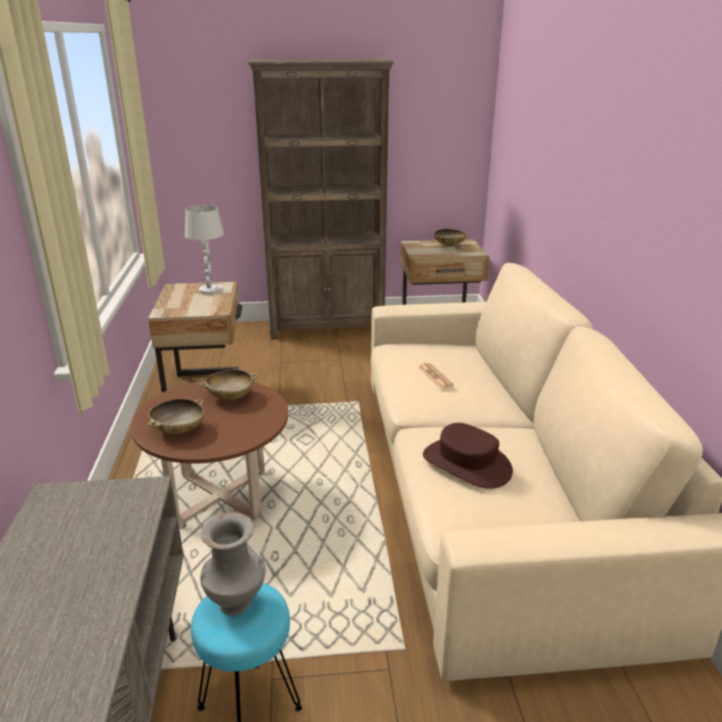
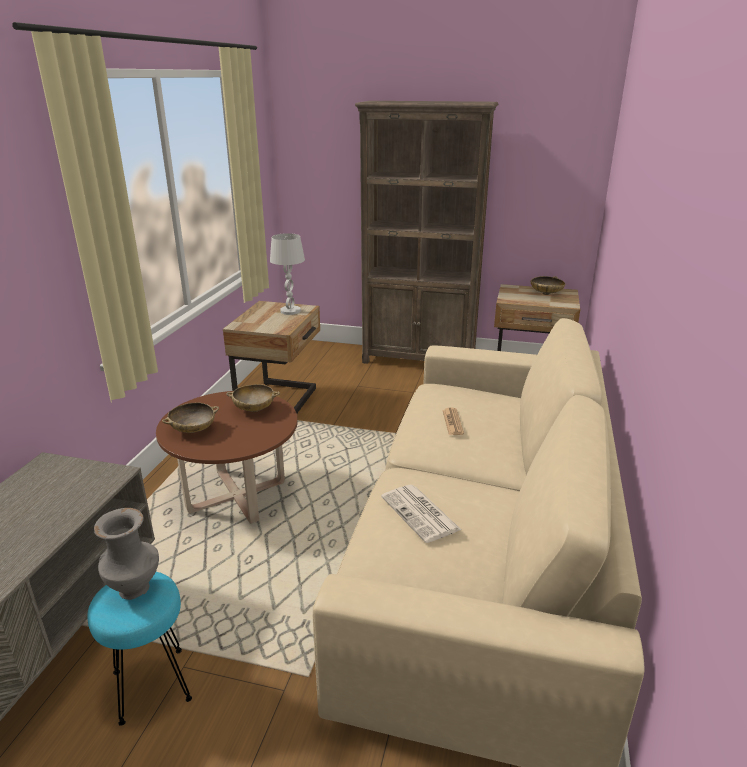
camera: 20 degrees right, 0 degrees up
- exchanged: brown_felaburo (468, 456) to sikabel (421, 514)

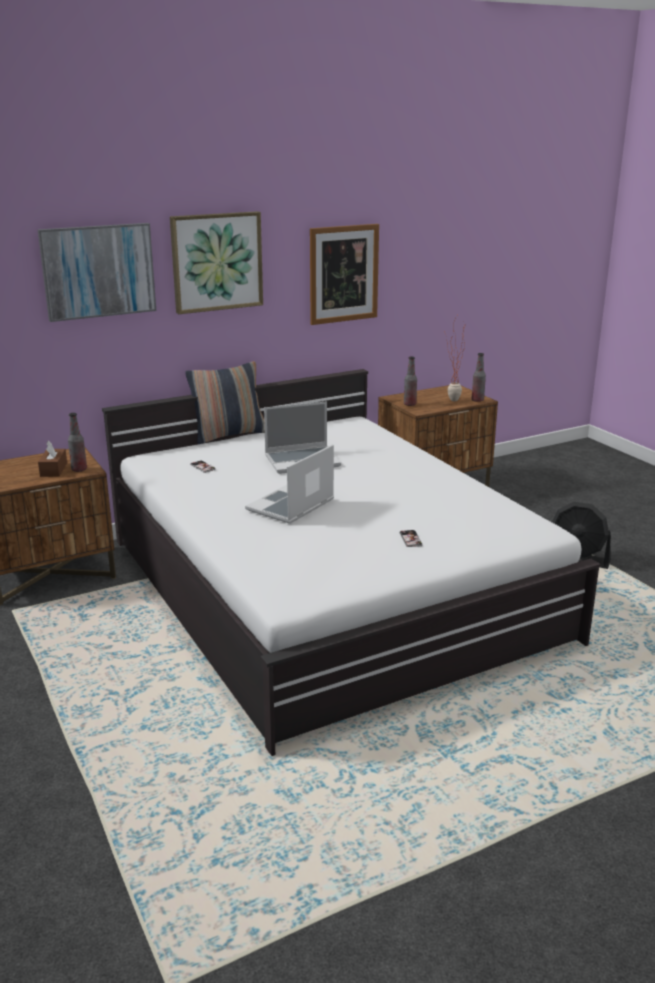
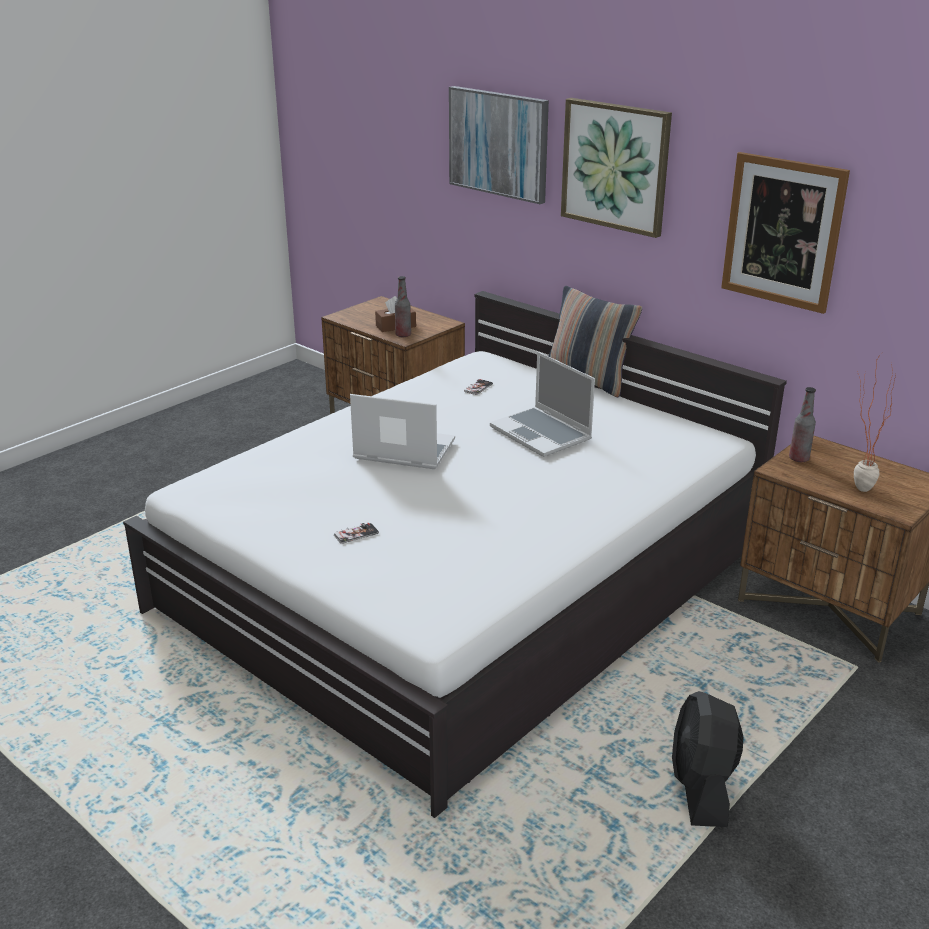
camera: 70 degrees right, 5 degrees up
- missing: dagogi (479, 377)

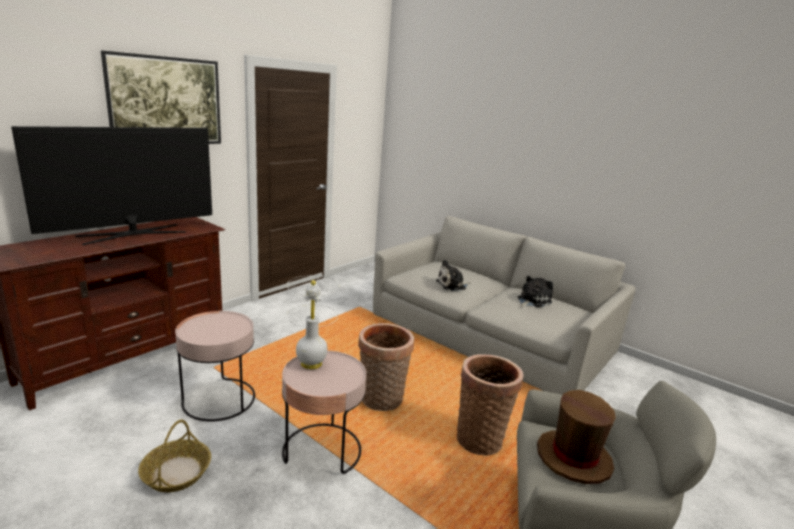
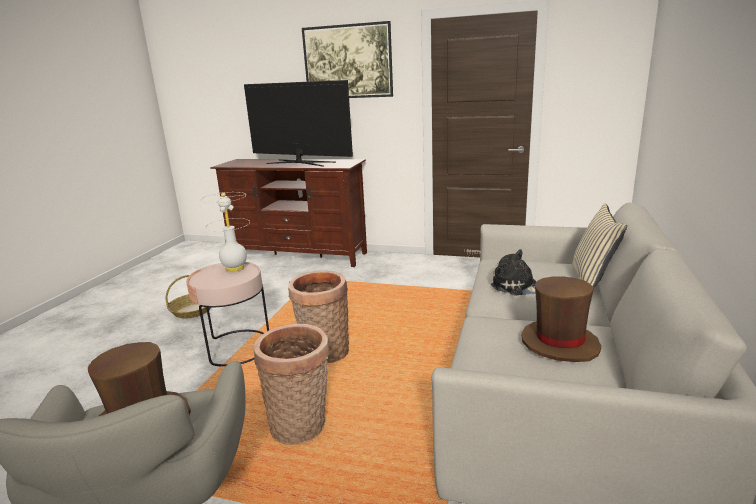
camera: 70 degrees right, 0 degrees up
- exchanged: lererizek (535, 291) to brown_felaburo (561, 319)
- appeared: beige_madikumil (599, 246)
- missing: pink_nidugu (215, 366)

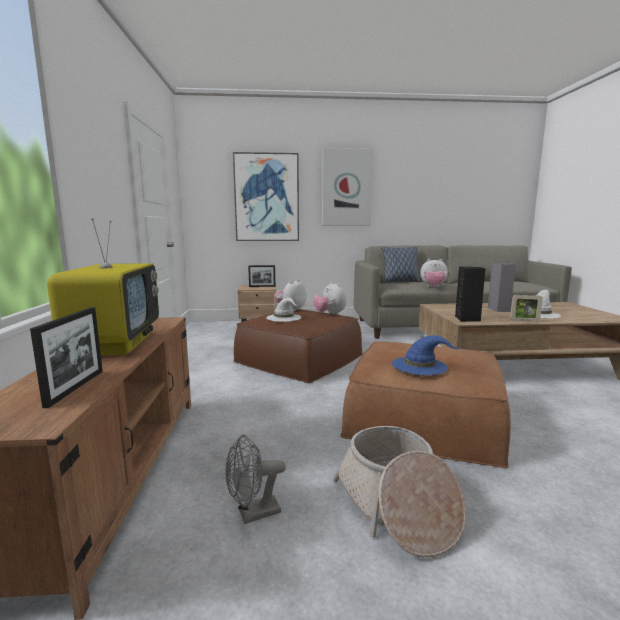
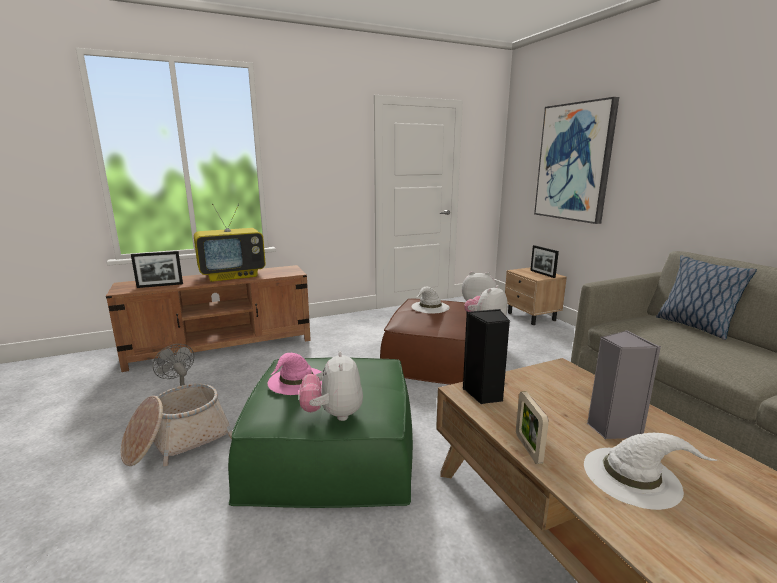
camera: 70 degrees right, 5 degrees up
- colour: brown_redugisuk (425, 404) to green_redugisuk (320, 432)
- colour: blue_felaburo (426, 355) to pink_felaburo (295, 374)
- relocated: lererizek (434, 273) to (331, 386)
- missing: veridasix (347, 187)

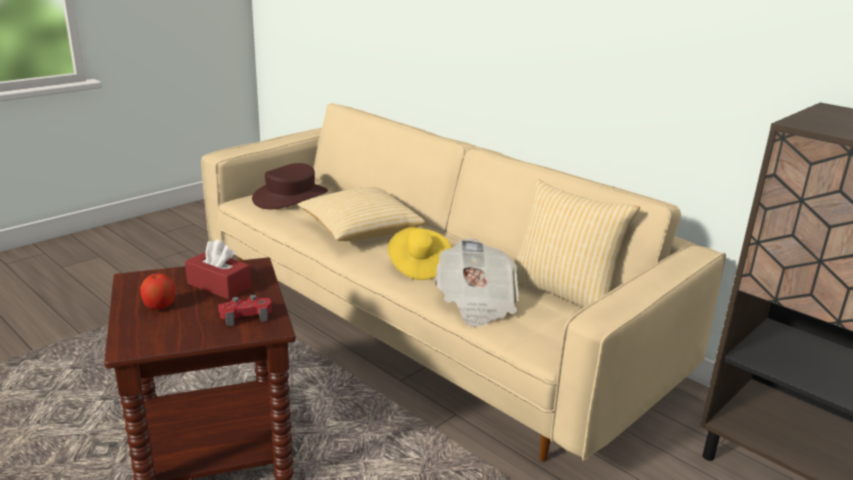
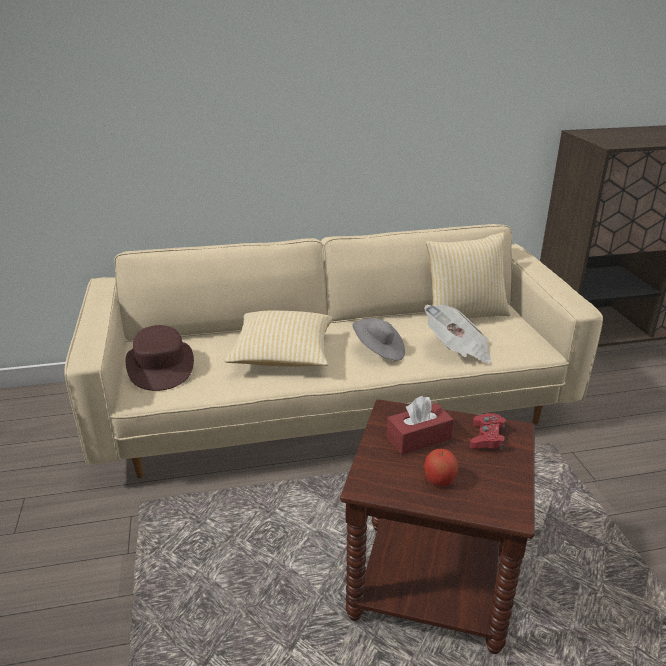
camera: 55 degrees left, 5 degrees up
- colour: yellow_felaburo (420, 253) to grey_felaburo (378, 339)

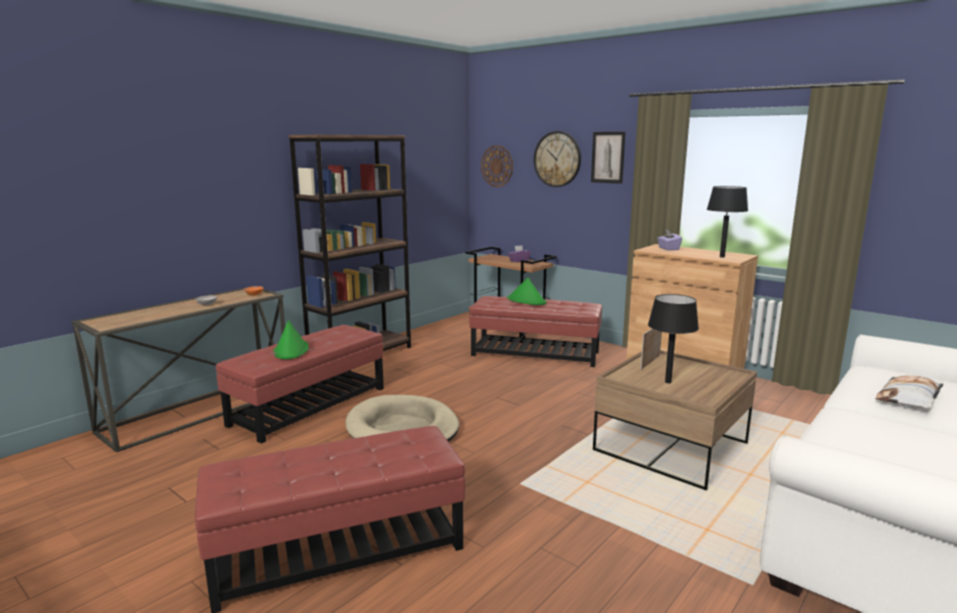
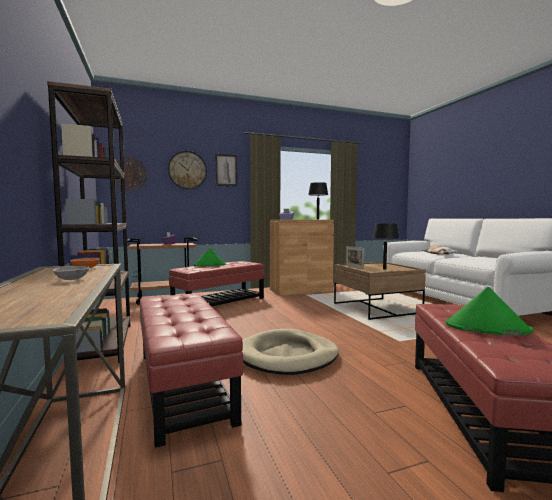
camera: 60 degrees left, 10 degrees down
- relocated: green_felaburo (291, 339) to (489, 311)

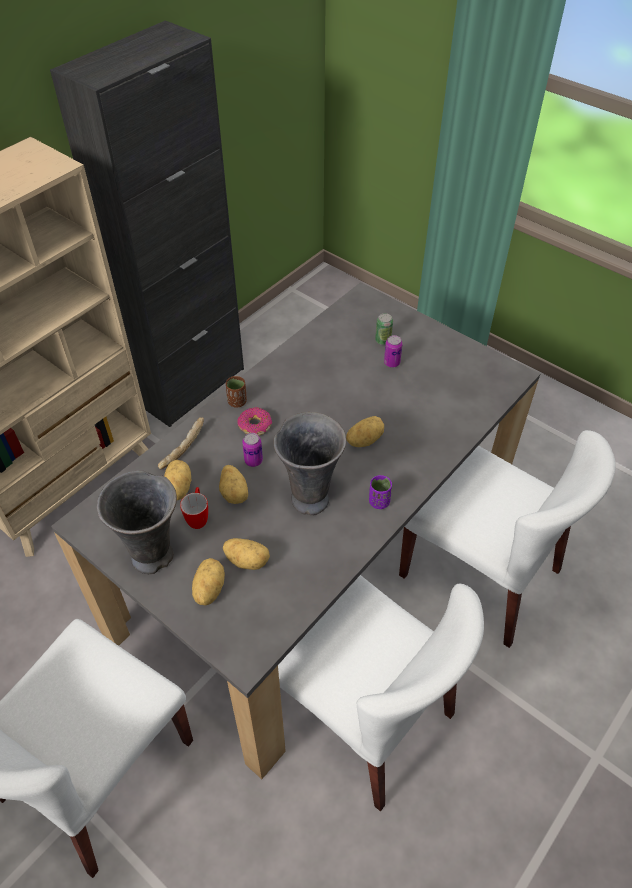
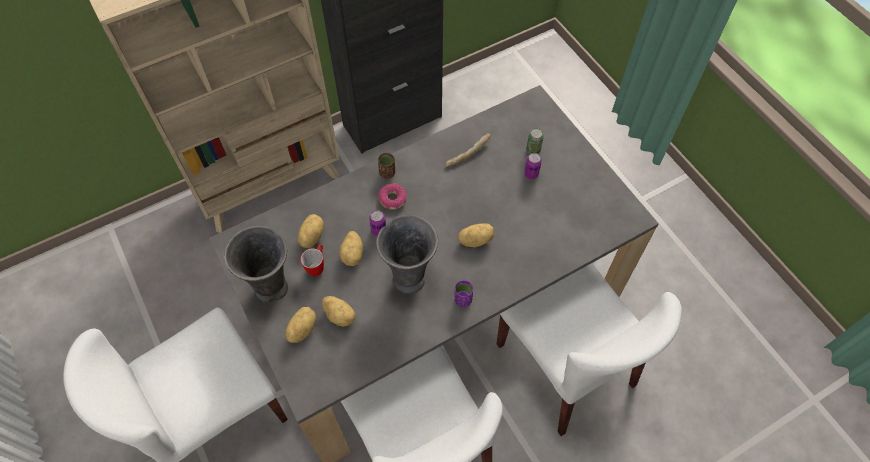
camera: 20 degrees right, 10 degrees up
- relocated: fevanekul (181, 443) to (468, 150)

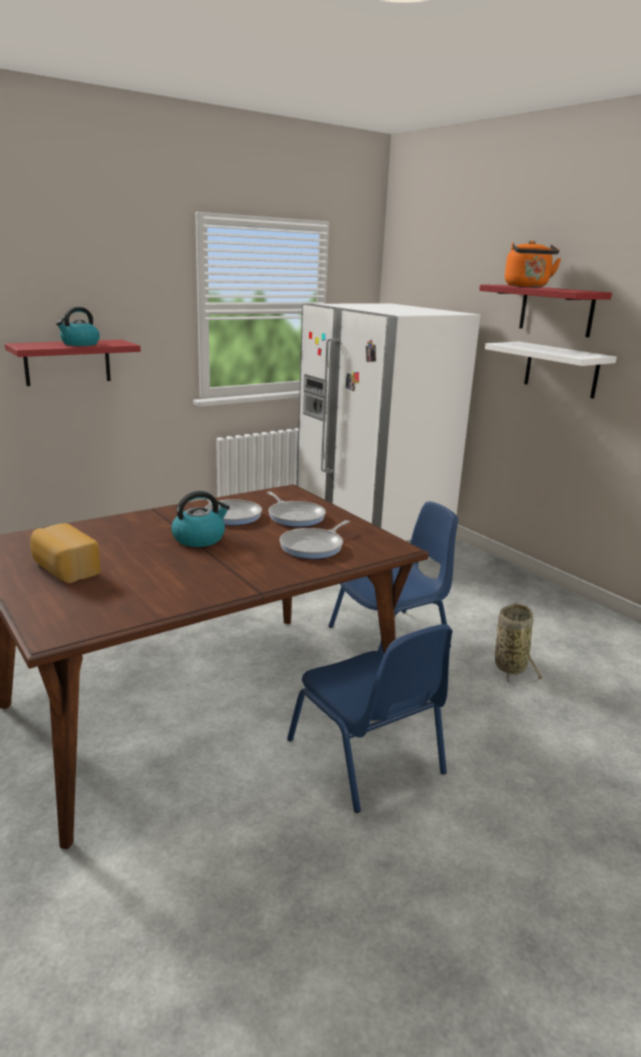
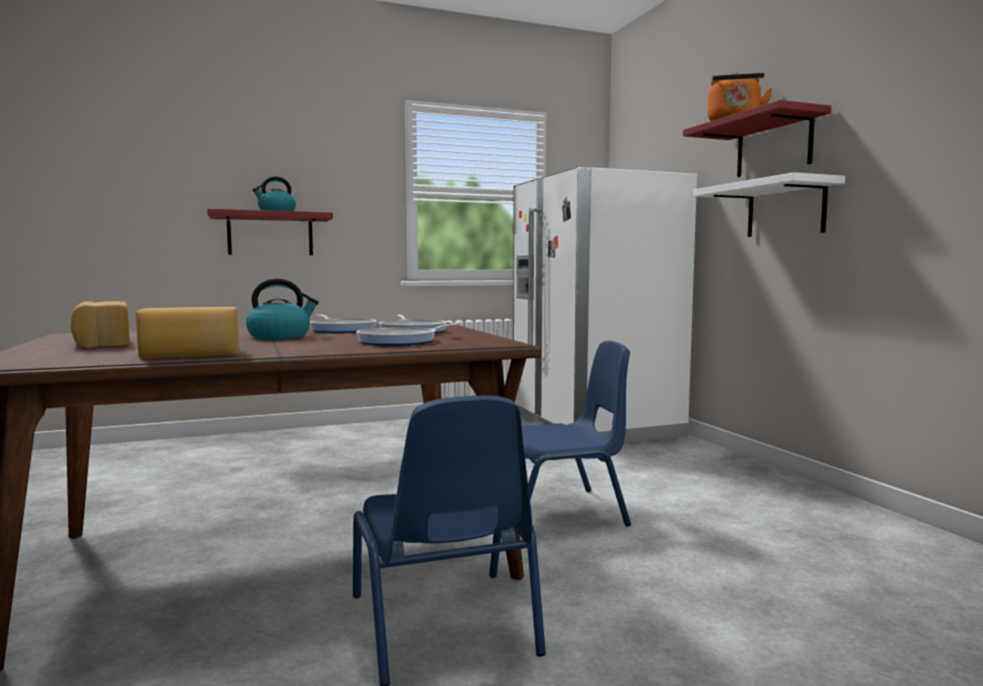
camera: 15 degrees right, 15 degrees down
- appeared: fevanekul (187, 332)
- missing: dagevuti (519, 644)

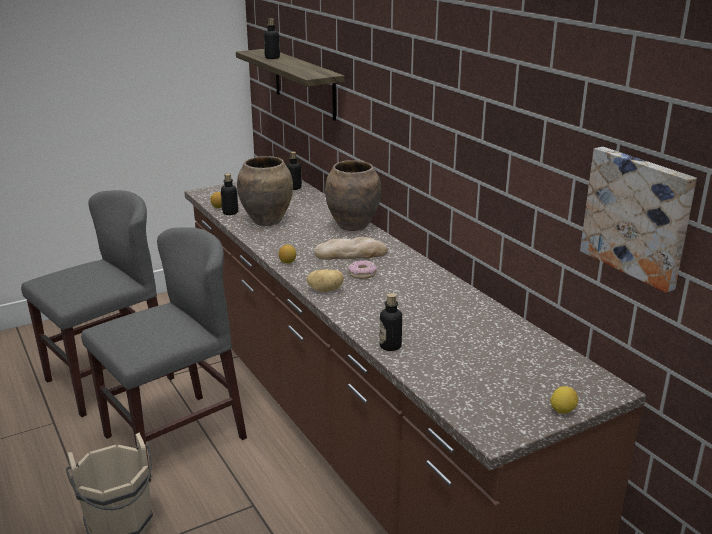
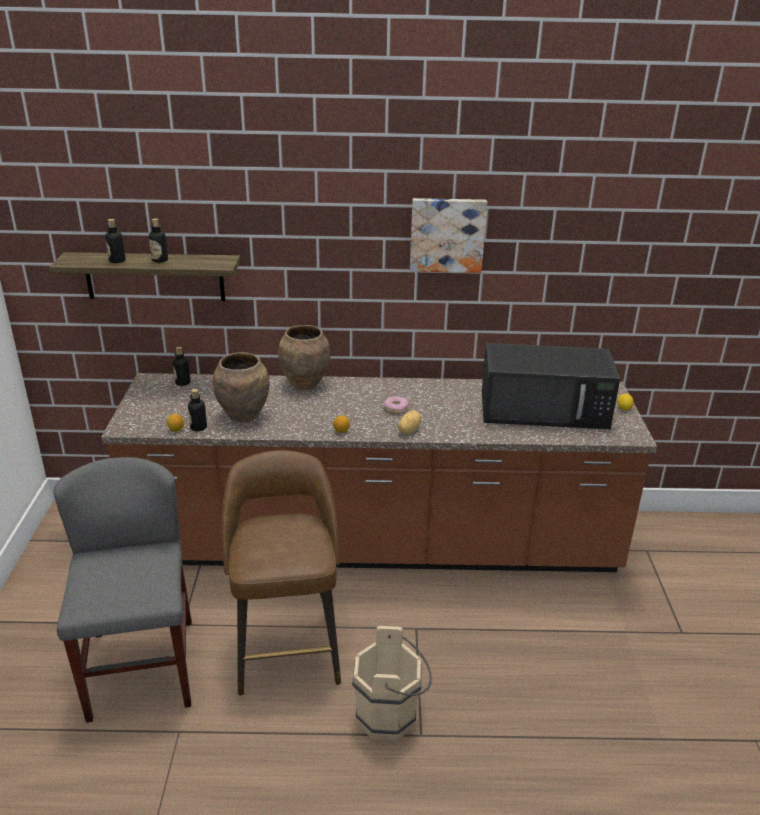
camera: 60 degrees left, 5 degrees up
- relocated: dagogi (390, 322) to (158, 240)
- exchanged: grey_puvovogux (164, 354) to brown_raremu (281, 572)
- relocated: veridasix (638, 220) to (448, 235)
- appeared: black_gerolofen (551, 386)
- missing: fevanekul (351, 248)

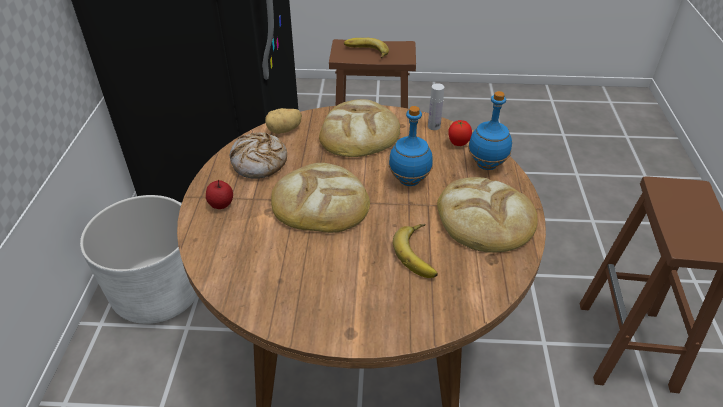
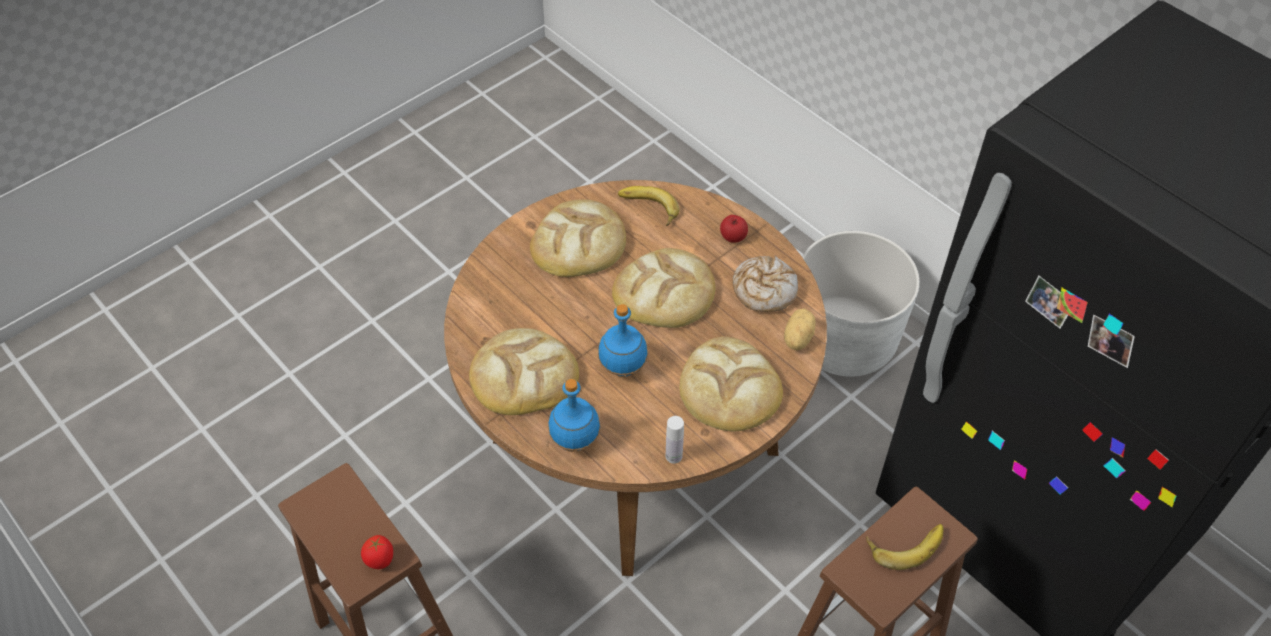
camera: 135 degrees right, 10 degrees up
- relocated: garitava (460, 133) to (377, 552)
- appeared: fevanekul (578, 238)
- relocated: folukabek (415, 251) to (649, 206)

